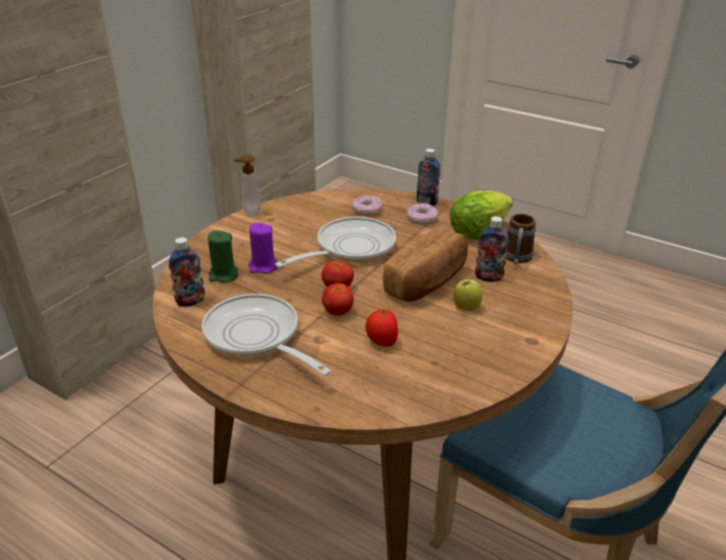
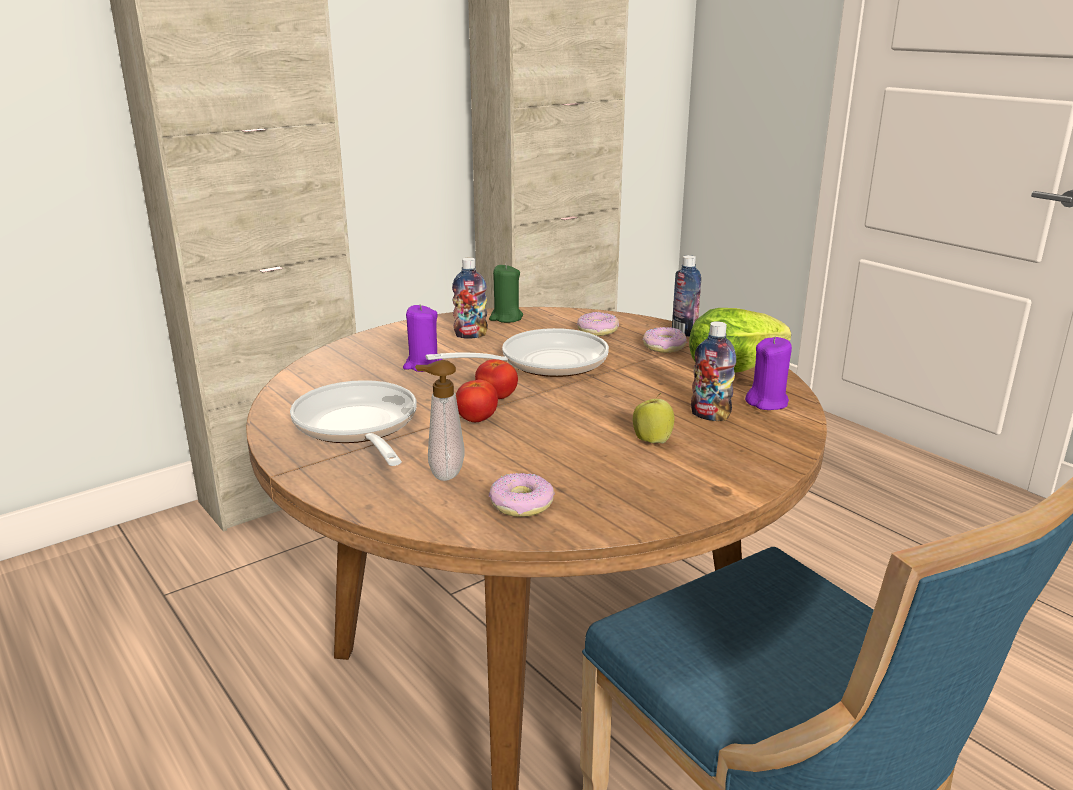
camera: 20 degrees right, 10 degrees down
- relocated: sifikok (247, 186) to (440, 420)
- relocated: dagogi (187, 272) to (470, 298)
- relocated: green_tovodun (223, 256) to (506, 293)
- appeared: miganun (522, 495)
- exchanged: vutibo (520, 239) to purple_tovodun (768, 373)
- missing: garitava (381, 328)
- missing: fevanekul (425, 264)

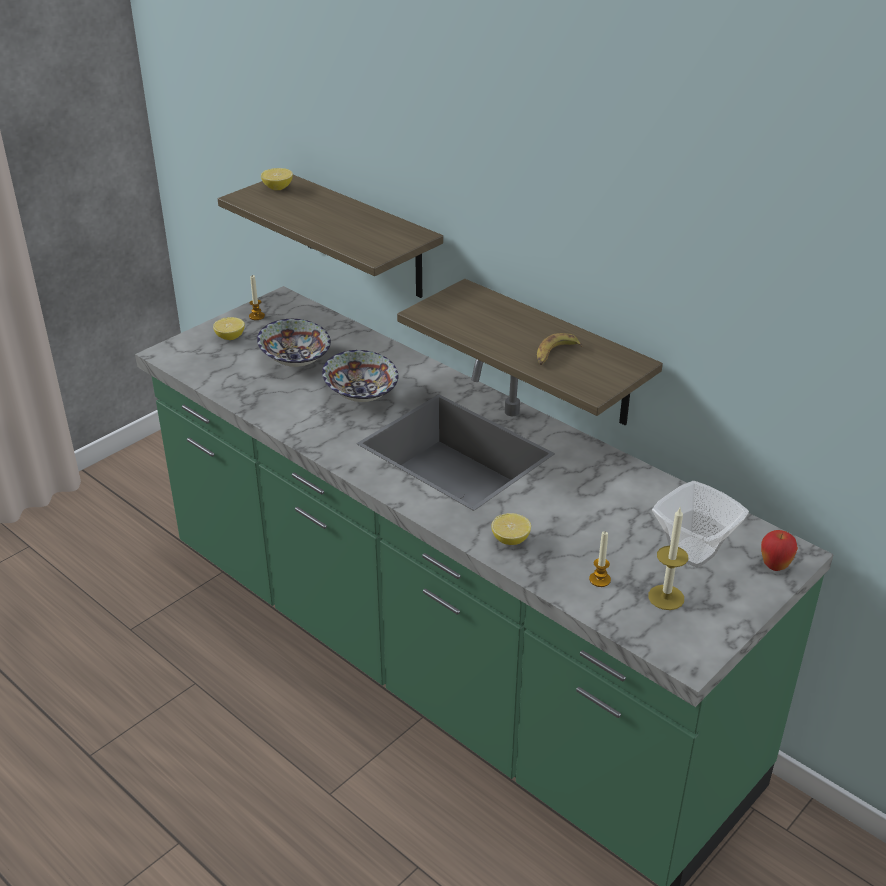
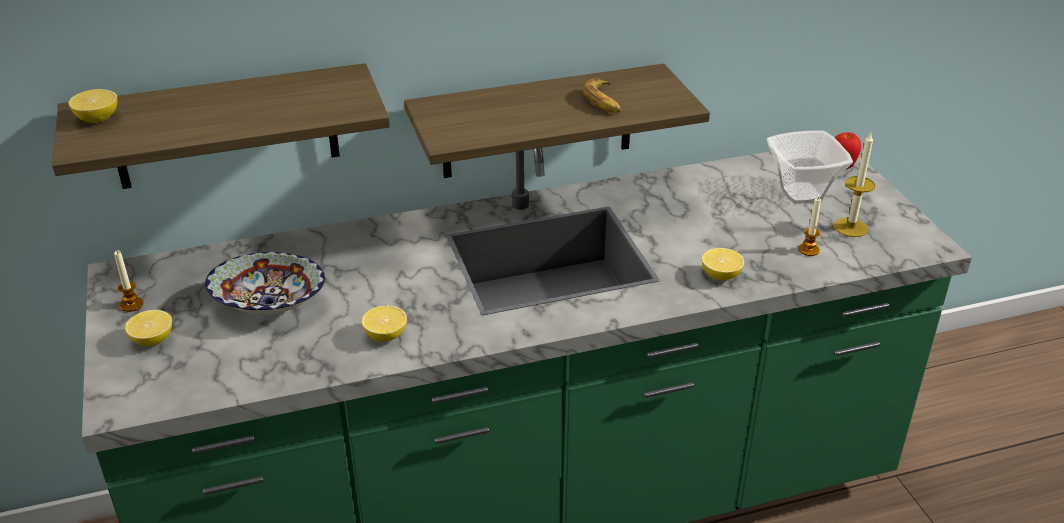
camera: 60 degrees left, 0 degrees up
- appeared: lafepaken (384, 324)
- missing: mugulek (360, 376)

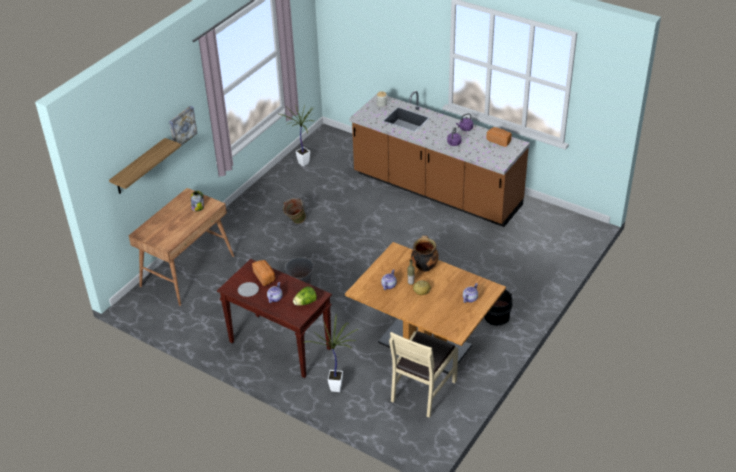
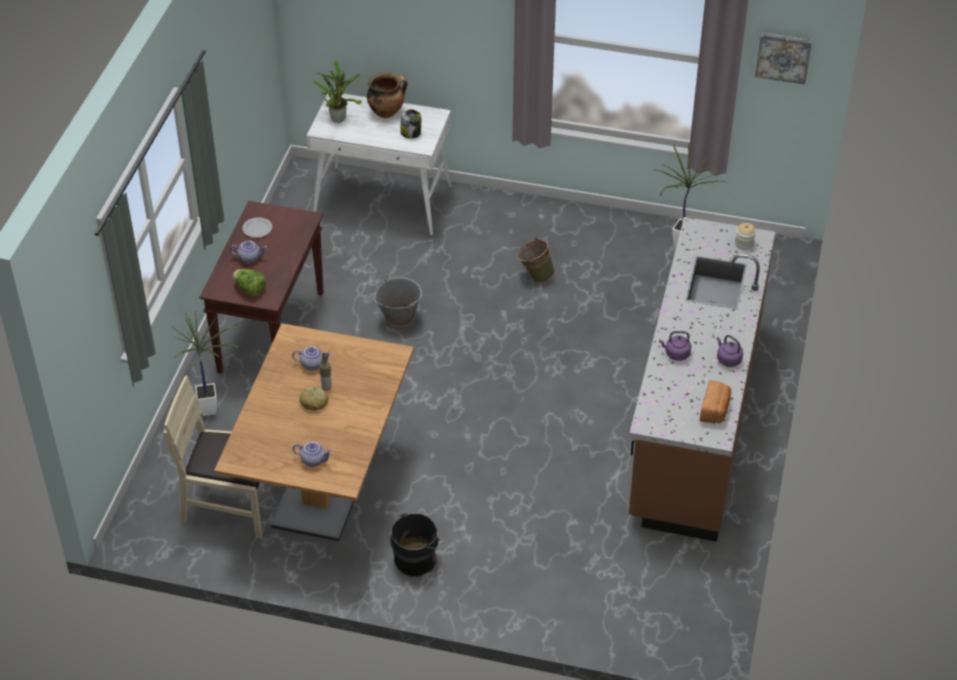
camera: 70 degrees right, 5 degrees up
- colour: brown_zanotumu (181, 247) to white_zanotumu (379, 163)
- appeared: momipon (337, 91)
- relocated: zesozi (425, 254) to (387, 95)
- relocated: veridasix (183, 126) to (783, 58)
- missing: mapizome (145, 166)
- missing: fevanekul (263, 273)

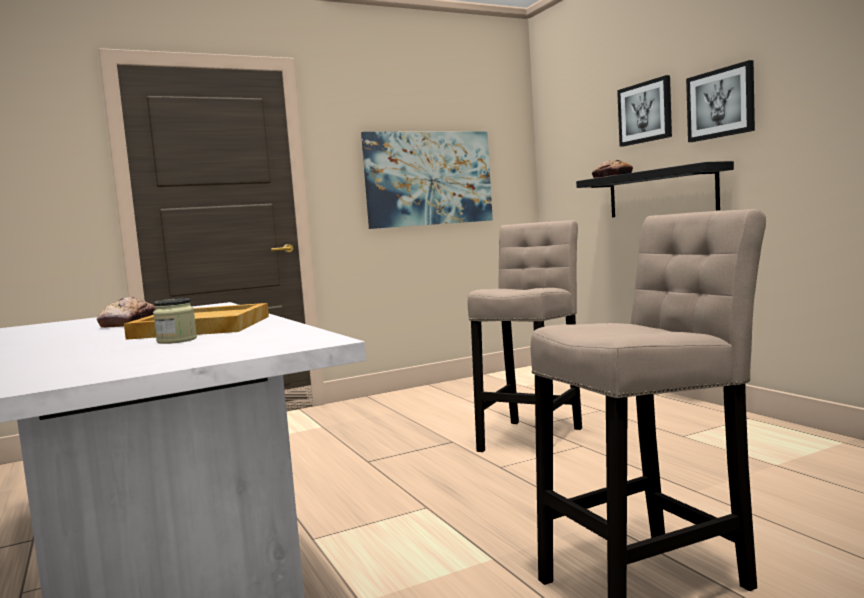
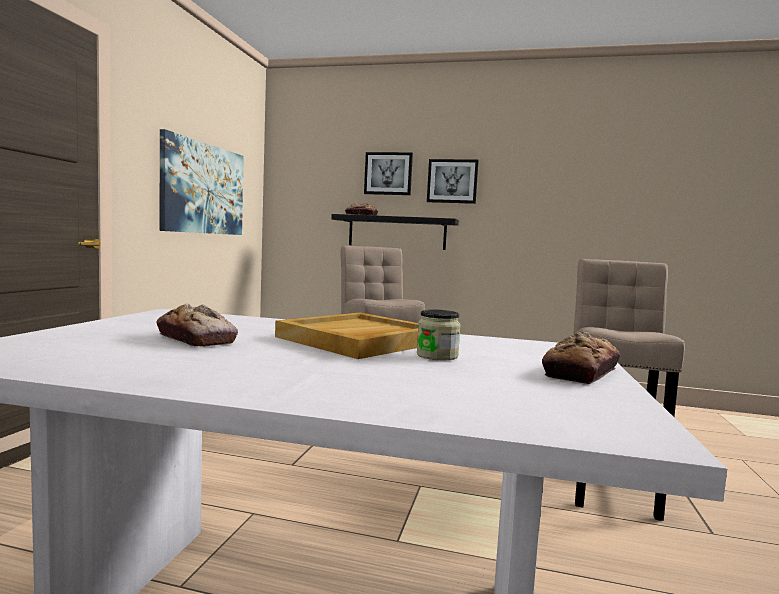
camera: 50 degrees left, 0 degrees up
- appeared: fevanekul (581, 358)

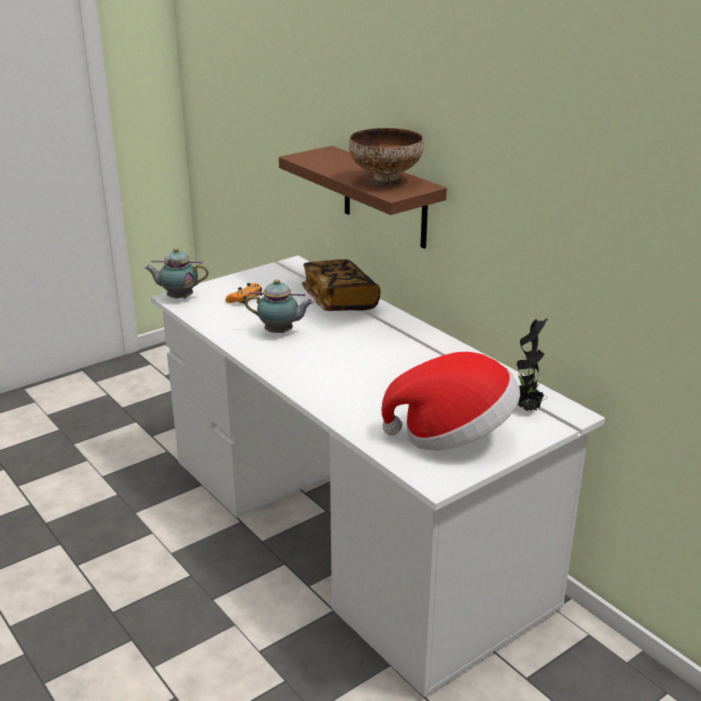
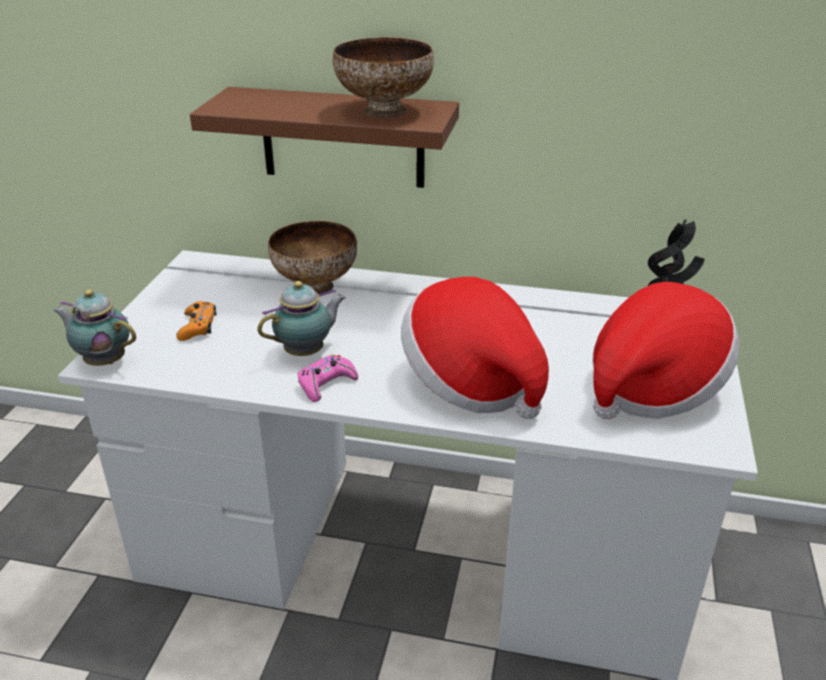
camera: 40 degrees left, 5 degrees up
- spun: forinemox (177, 273) = (95, 328) 60 degrees clockwise
- exchanged: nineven (341, 285) to mugulek (312, 257)
- appeared: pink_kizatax (328, 378)
- appeared: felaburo (475, 348)

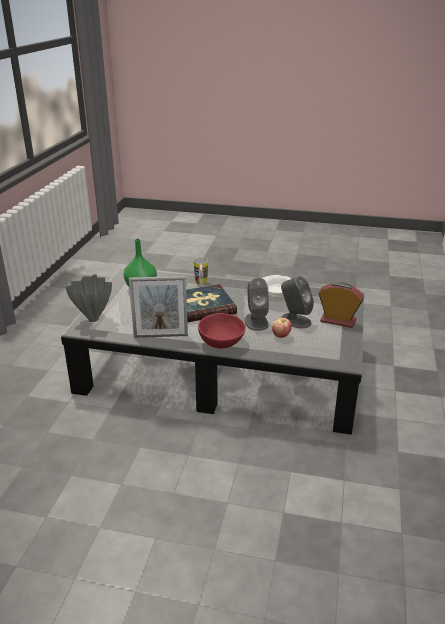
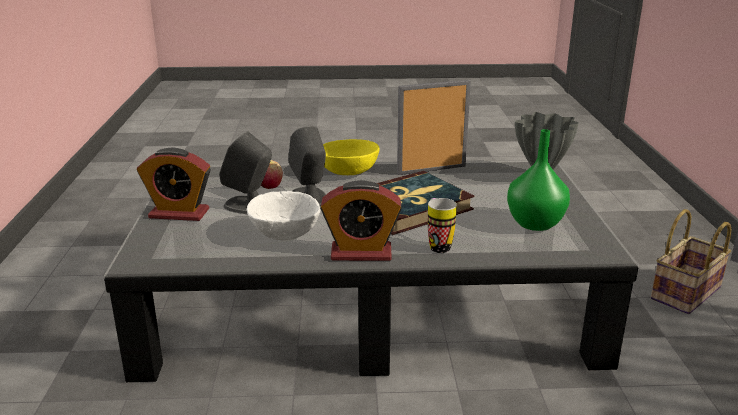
camera: 165 degrees right, 5 degrees down
- appeared: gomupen (361, 220)
- colour: red_mugulek (222, 330) to yellow_mugulek (351, 157)
- appeared: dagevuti (691, 261)

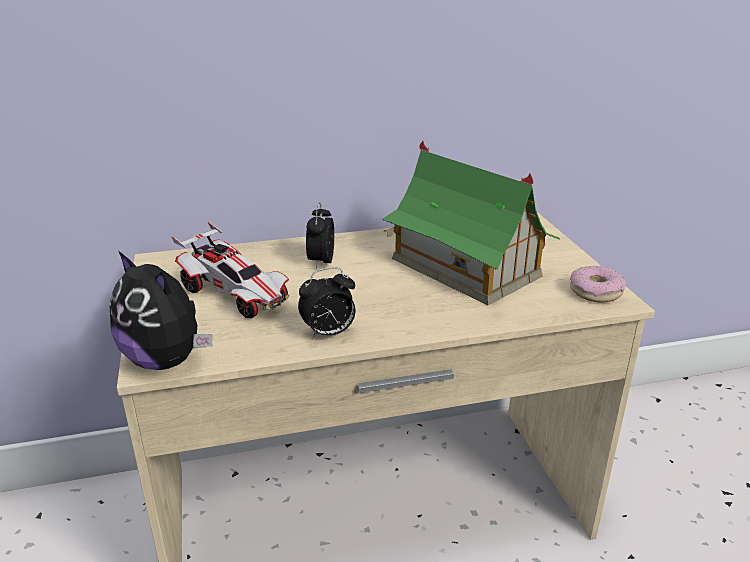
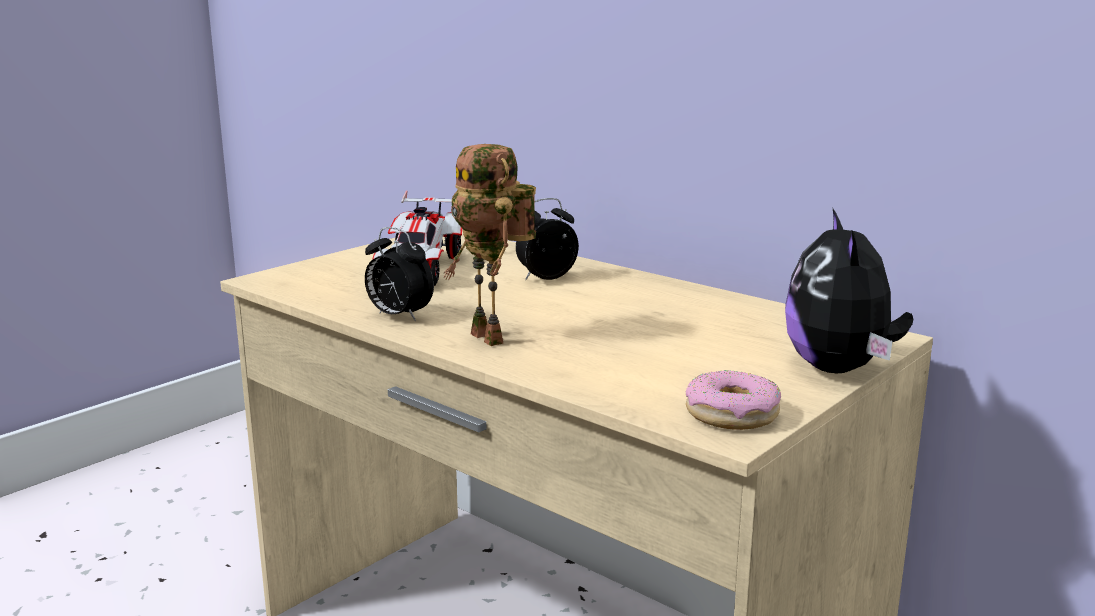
camera: 55 degrees right, 10 degrees down
- appeared: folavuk (489, 245)
- relocated: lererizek (160, 310) to (849, 291)
- missing: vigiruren (471, 223)

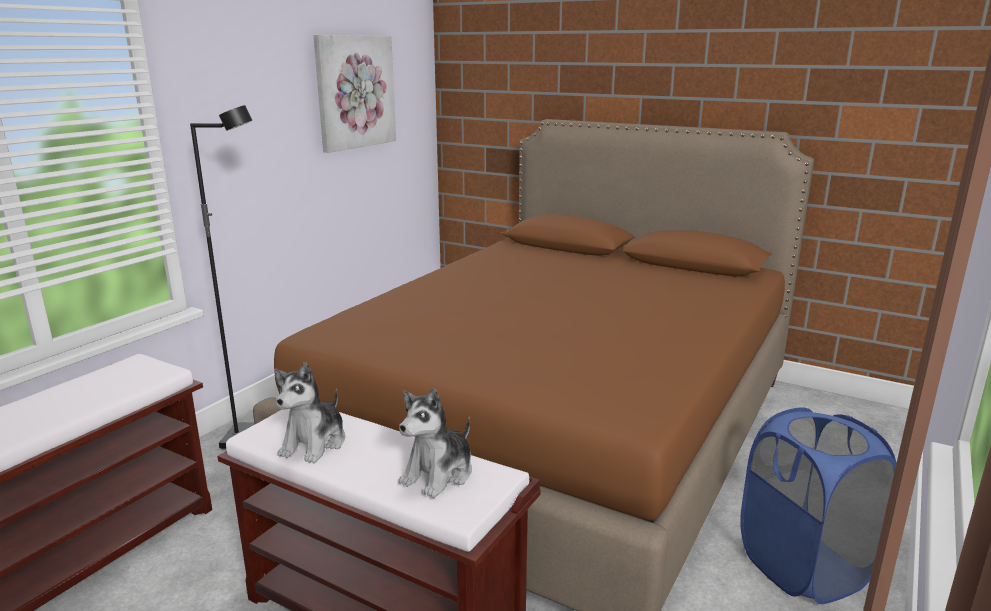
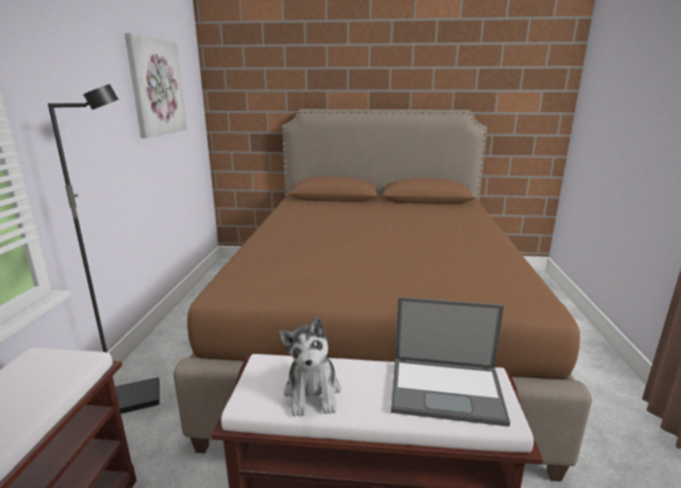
camera: 25 degrees left, 0 degrees up
- exchanged: lererizek (435, 443) to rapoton (450, 362)
- missing: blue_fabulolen (818, 505)

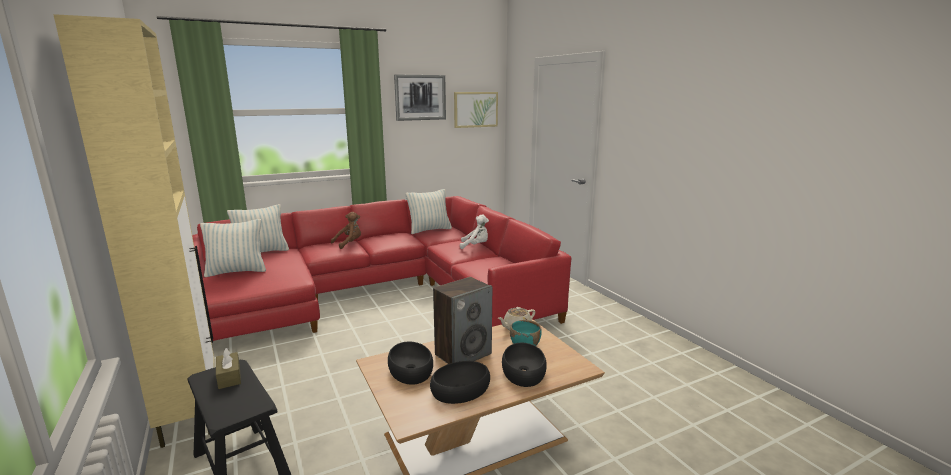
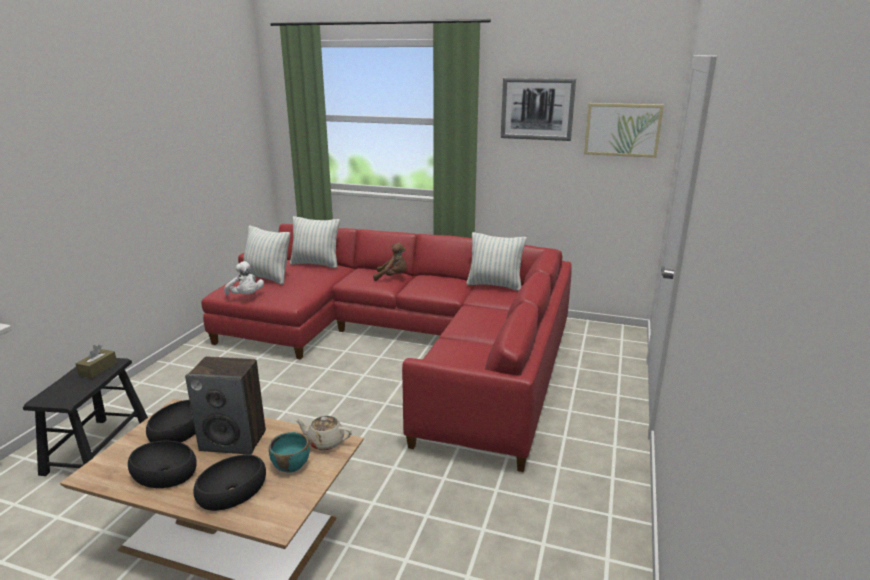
camera: 45 degrees right, 5 degrees up
- relocated: white_lererizek (474, 231) to (244, 278)
- missing: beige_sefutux (133, 231)

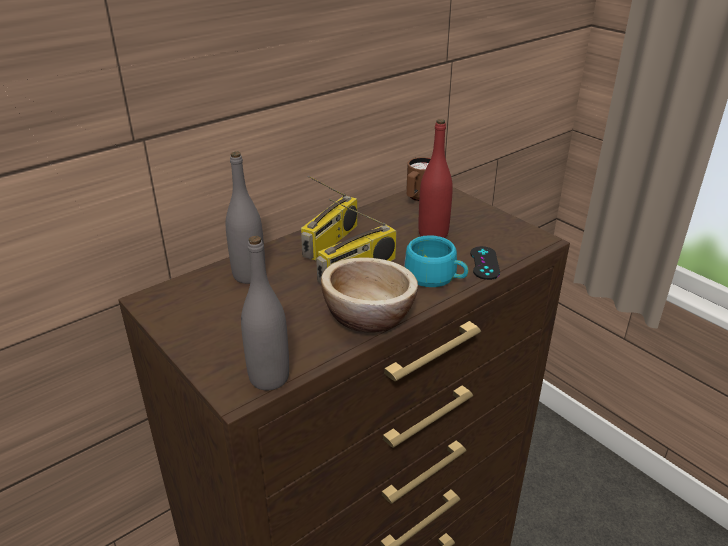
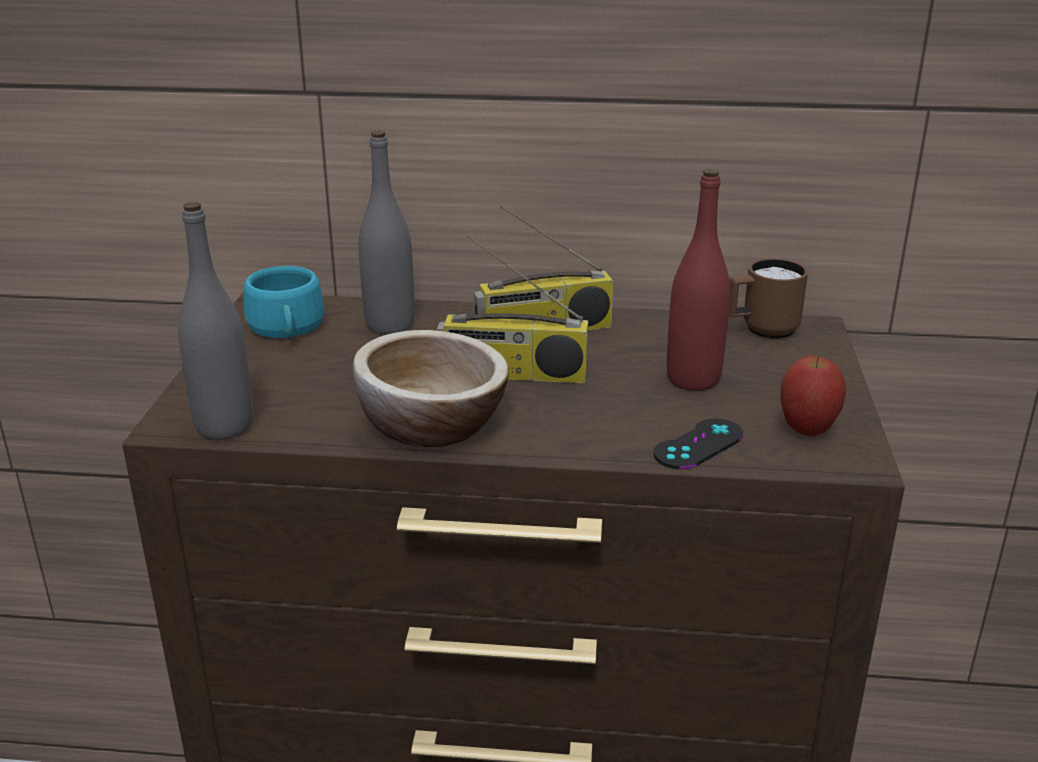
camera: 45 degrees right, 5 degrees down
- relocated: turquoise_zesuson (436, 261) to (283, 302)
- appeared: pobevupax (814, 396)

